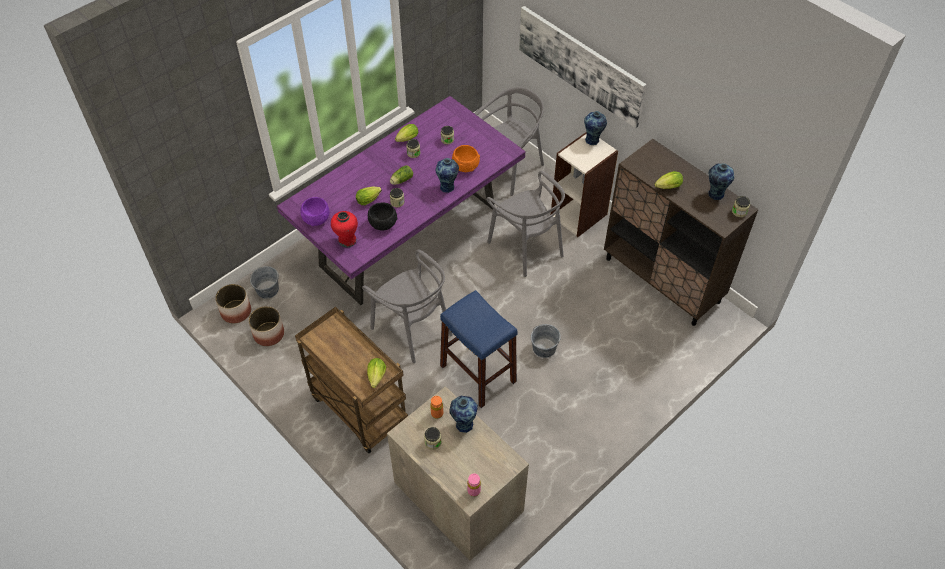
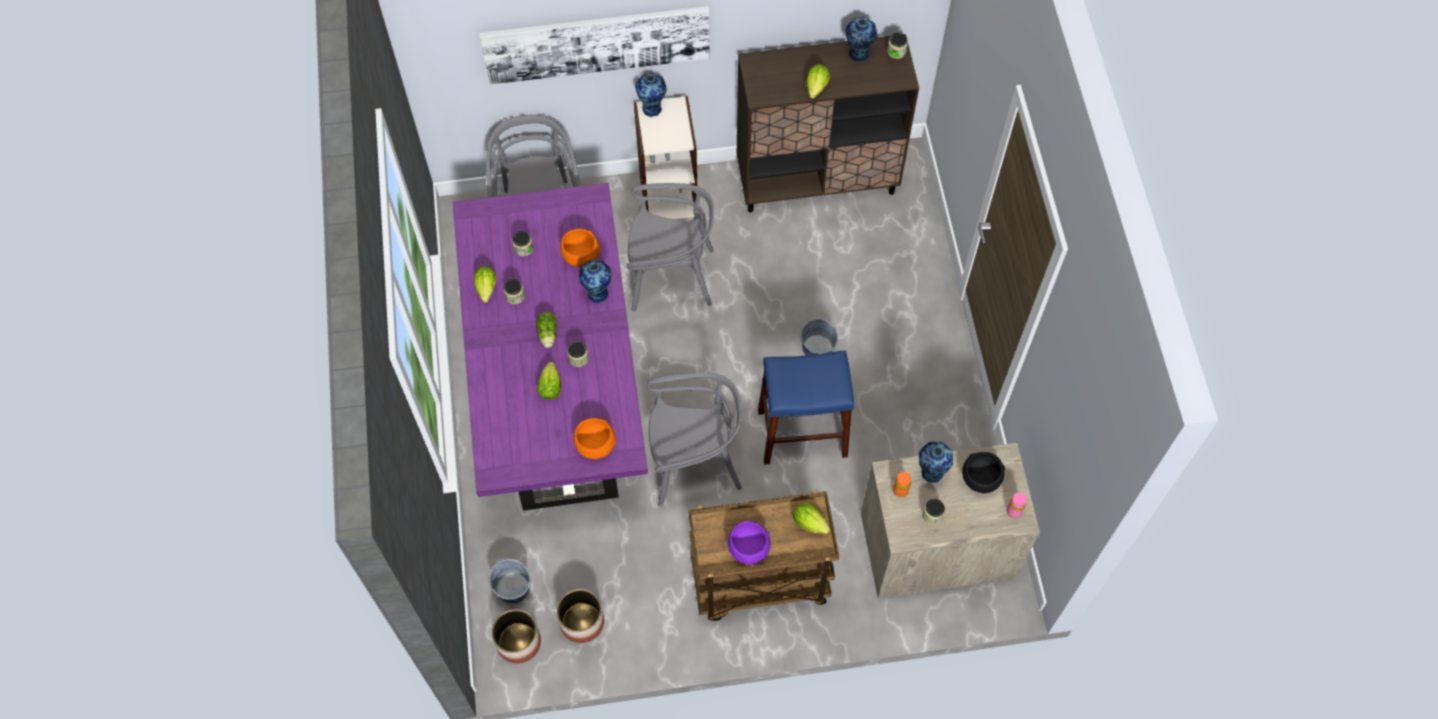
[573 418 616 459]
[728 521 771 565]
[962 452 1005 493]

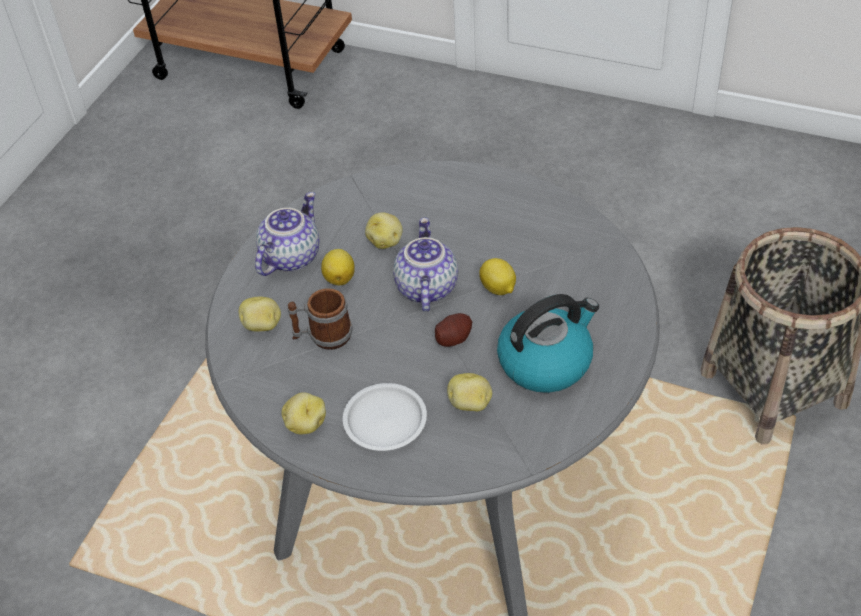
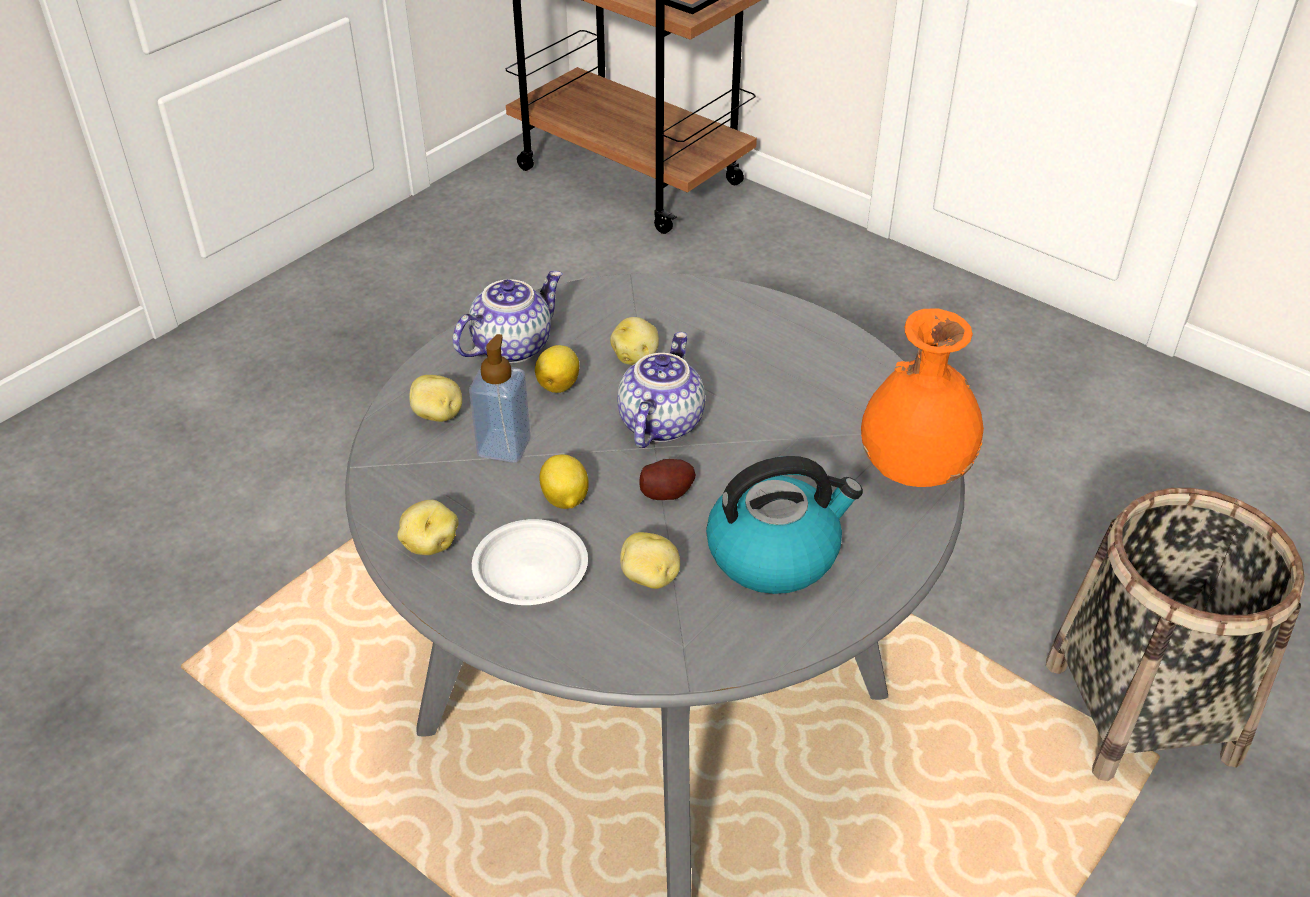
[469 334 531 463]
[539 454 589 509]
[861 309 984 487]

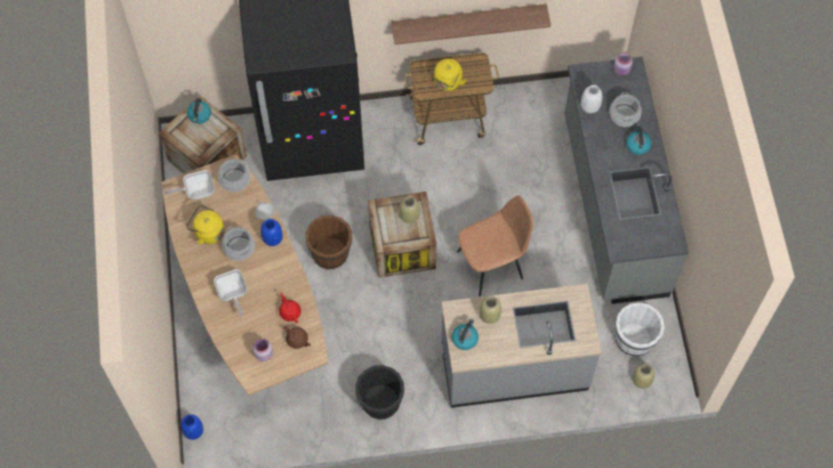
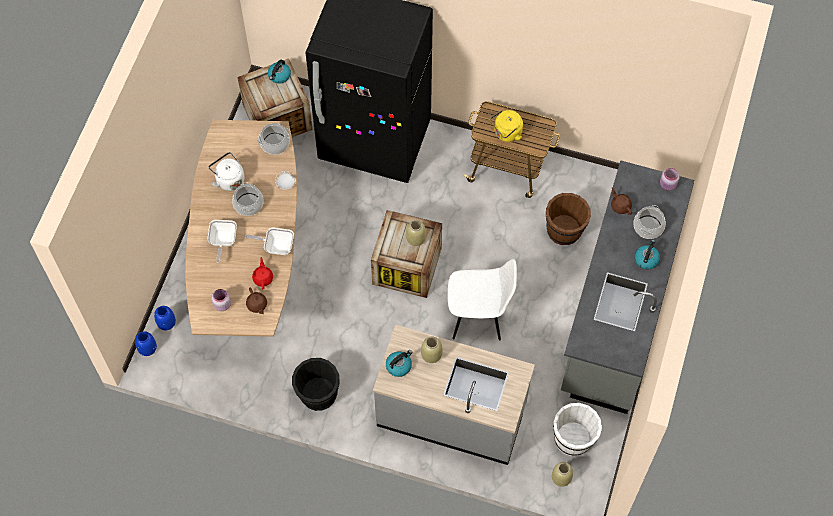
[154 306 176 330]
[209 152 244 191]
[245 228 294 255]
[448 259 517 341]
[546 193 591 245]
[611 188 632 215]
[391 4 551 45] (first image)

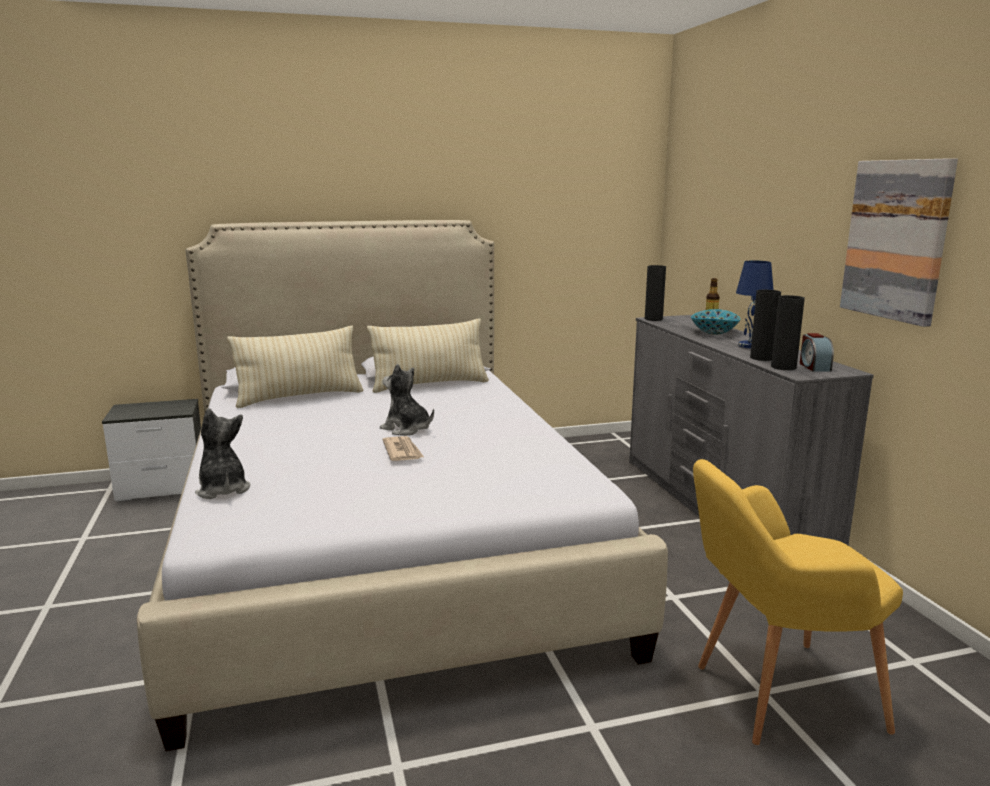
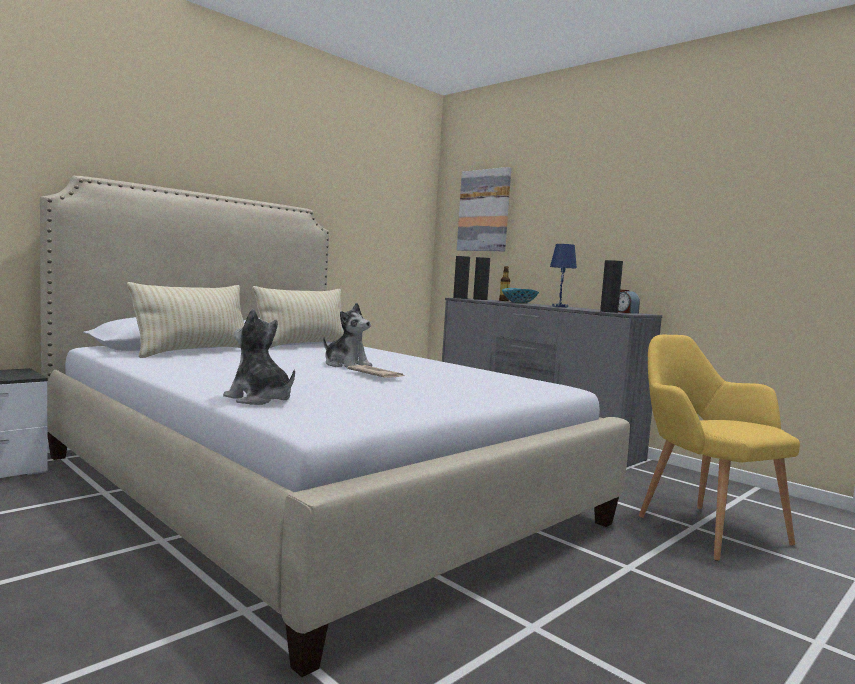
[323 303 372 367]
[457 167 511 251]
[473 257 490 300]
[639 335 800 561]

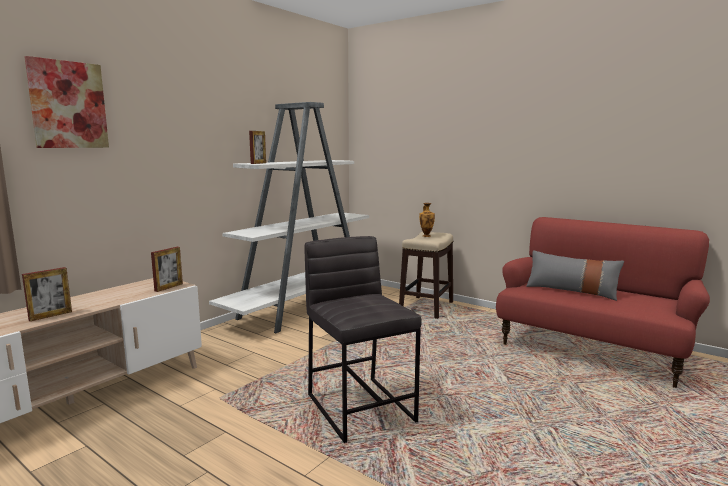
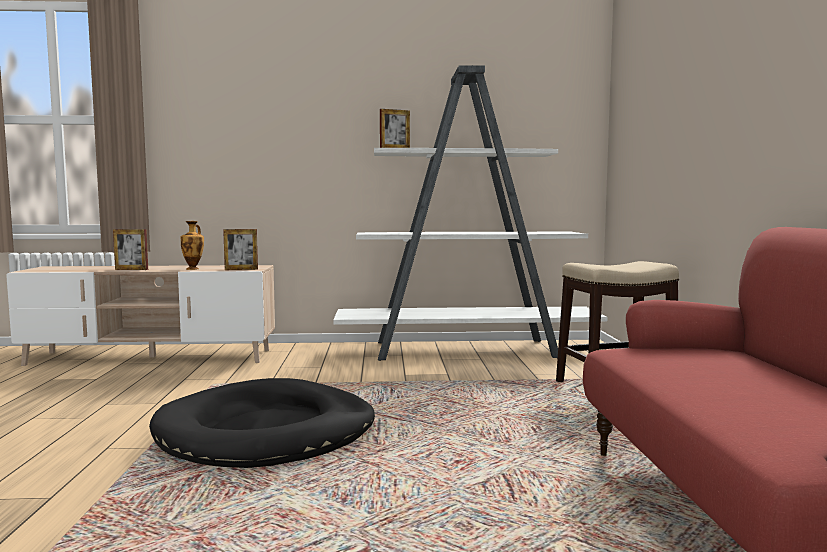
[149 378 375 468]
[181 221 204 270]
[24 56 109 148] (first image)
[526 250 624 301] (first image)

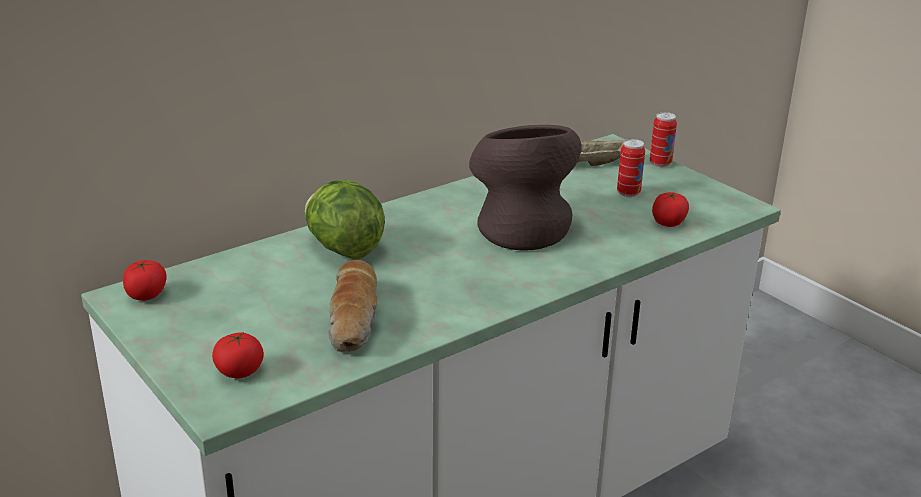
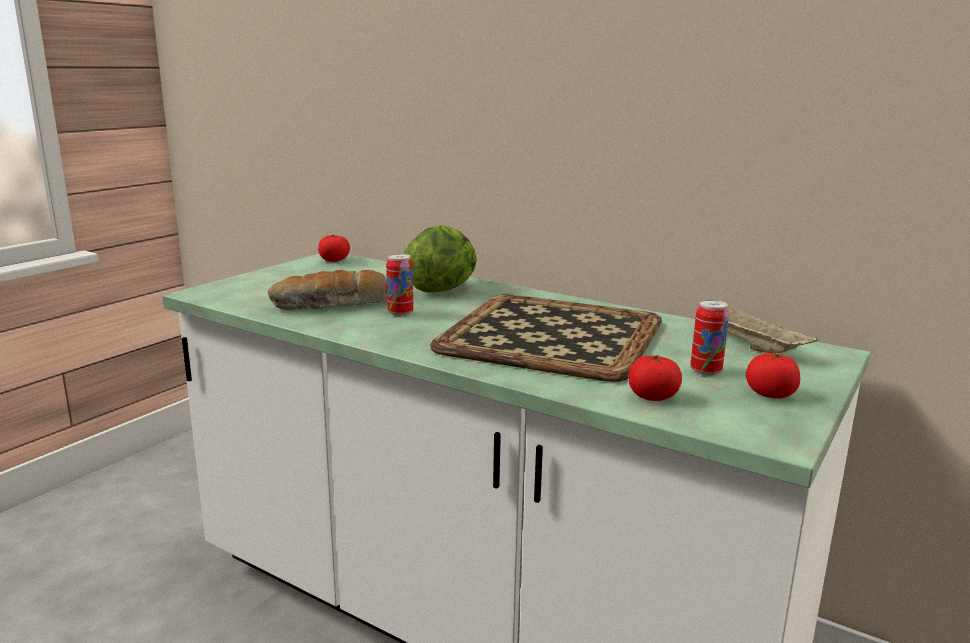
[386 254 413 316]
[430 294 662 382]
[746 353 800 398]

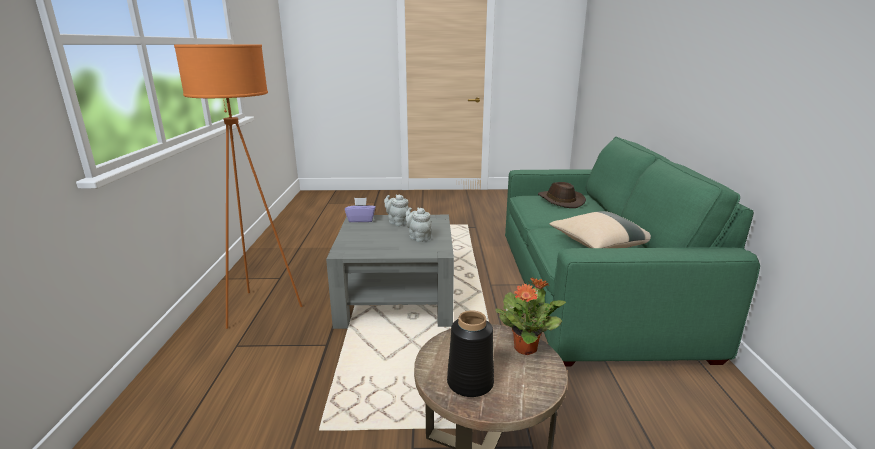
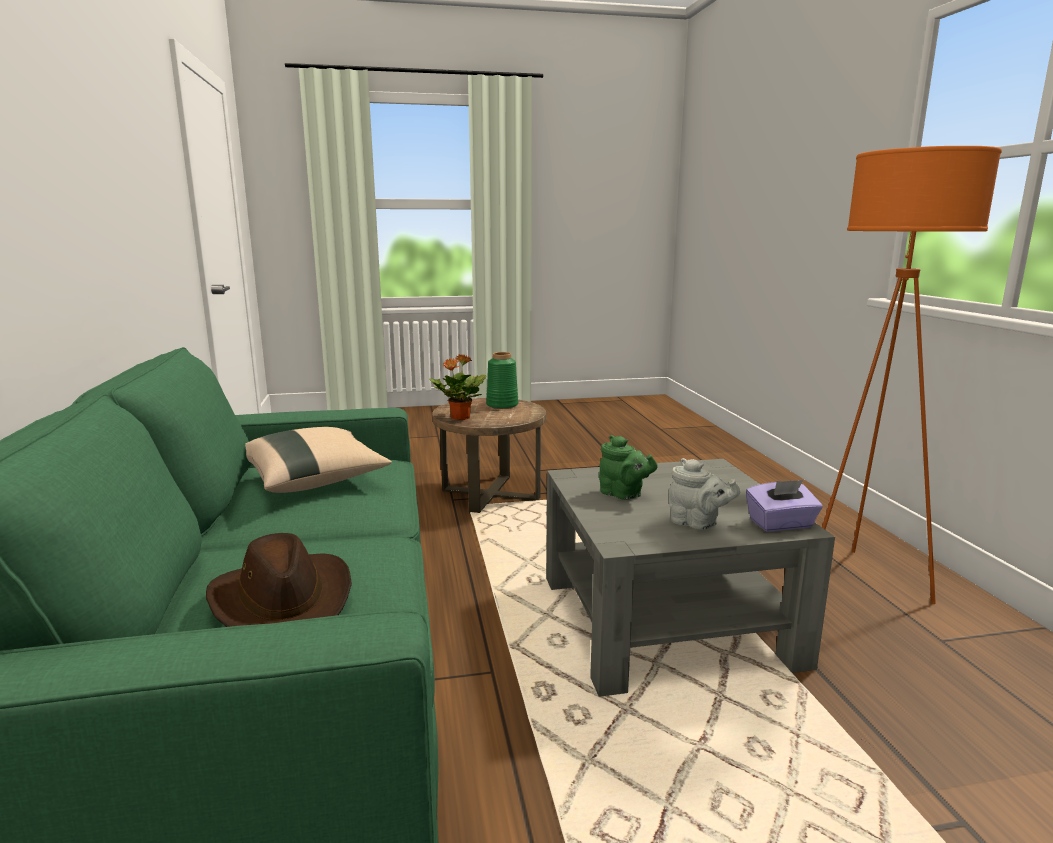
[486 352 518 409]
[599 435 658 500]

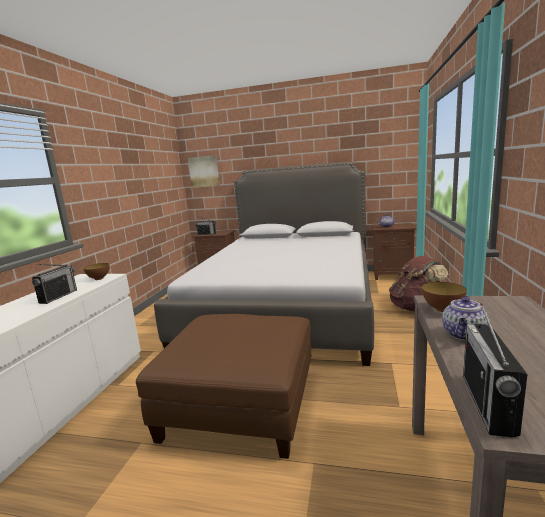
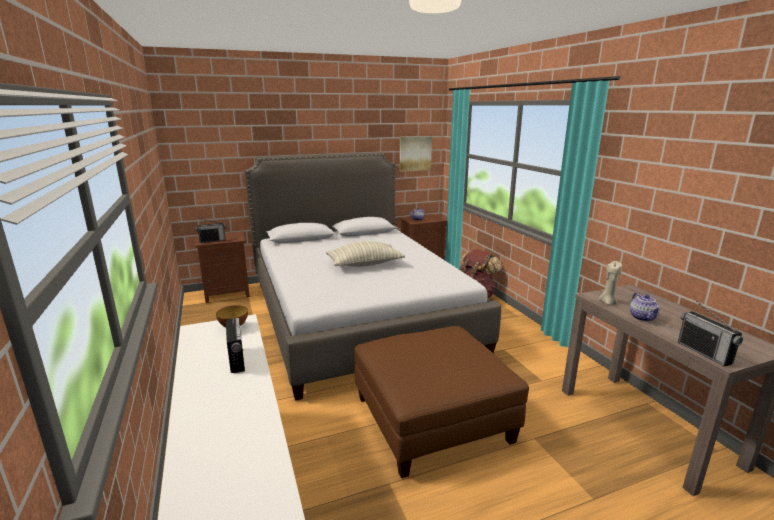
[326 241 405 267]
[400 136 432 172]
[599 261 622 305]

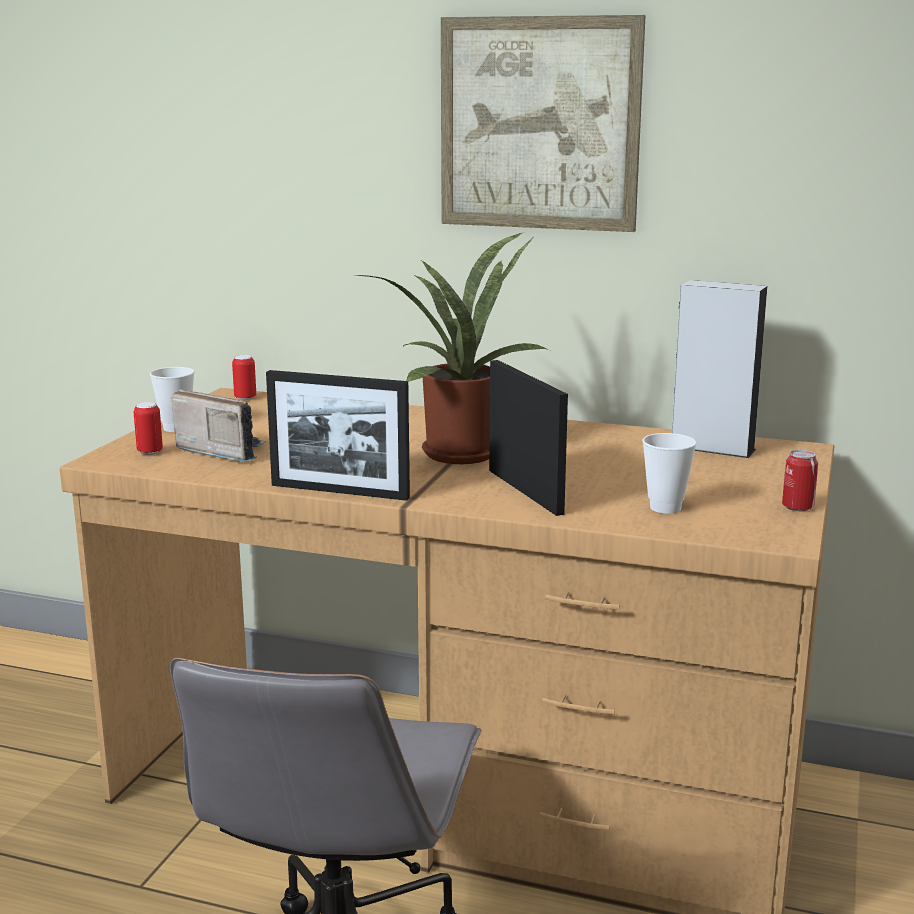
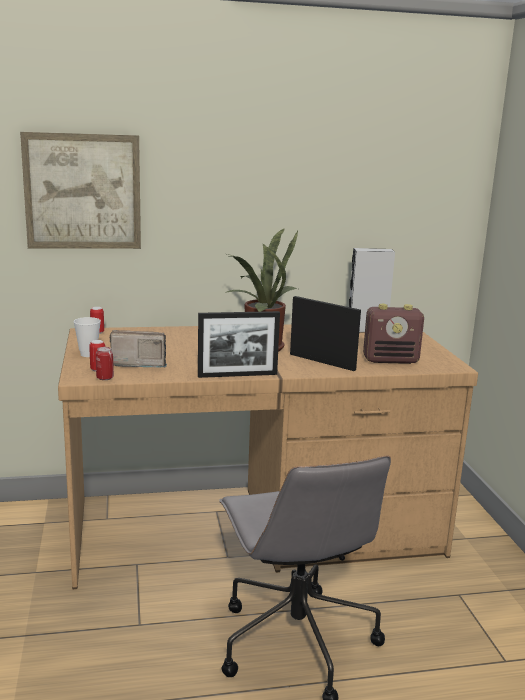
[20 132 141 249]
[96 347 114 380]
[363 304 424 364]

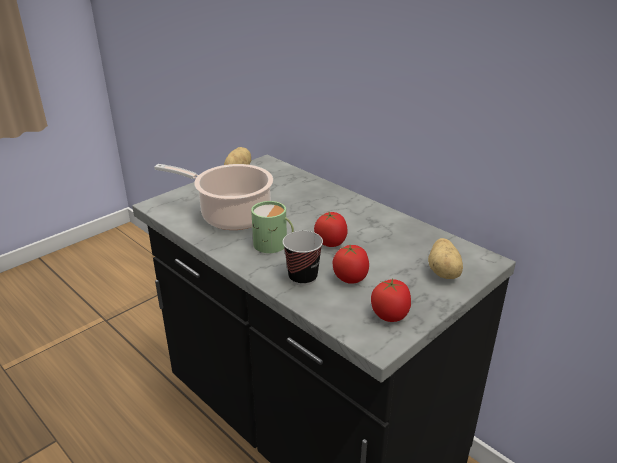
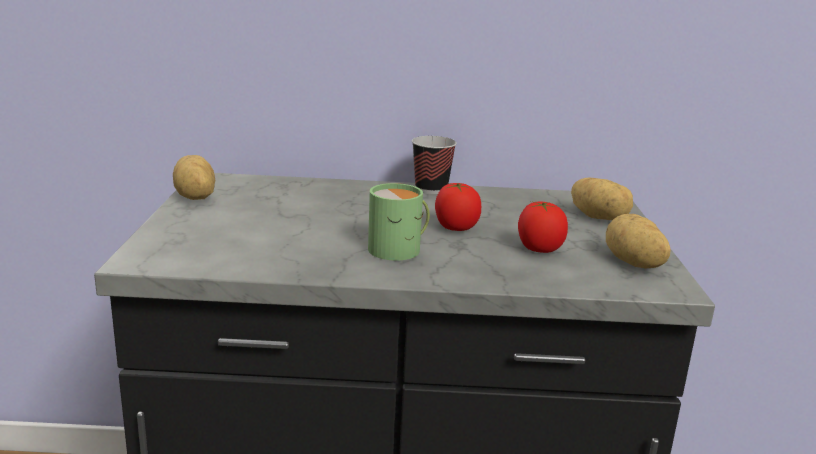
[412 136 457 194]
[606 214 671 269]
[154 164 273 230] (first image)

